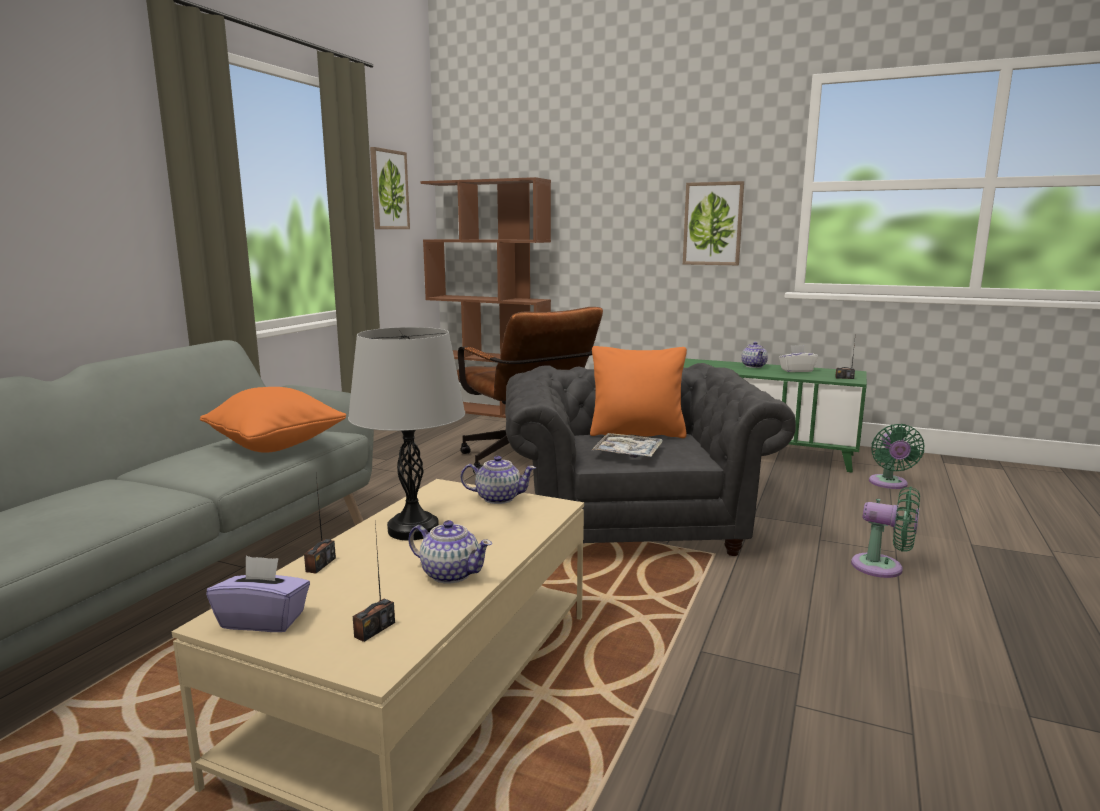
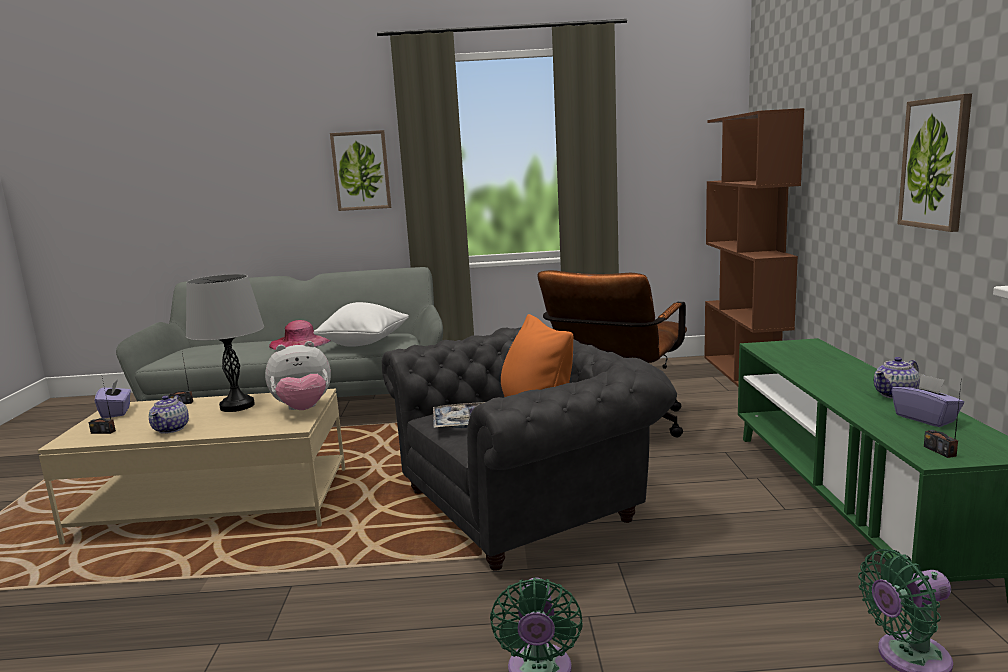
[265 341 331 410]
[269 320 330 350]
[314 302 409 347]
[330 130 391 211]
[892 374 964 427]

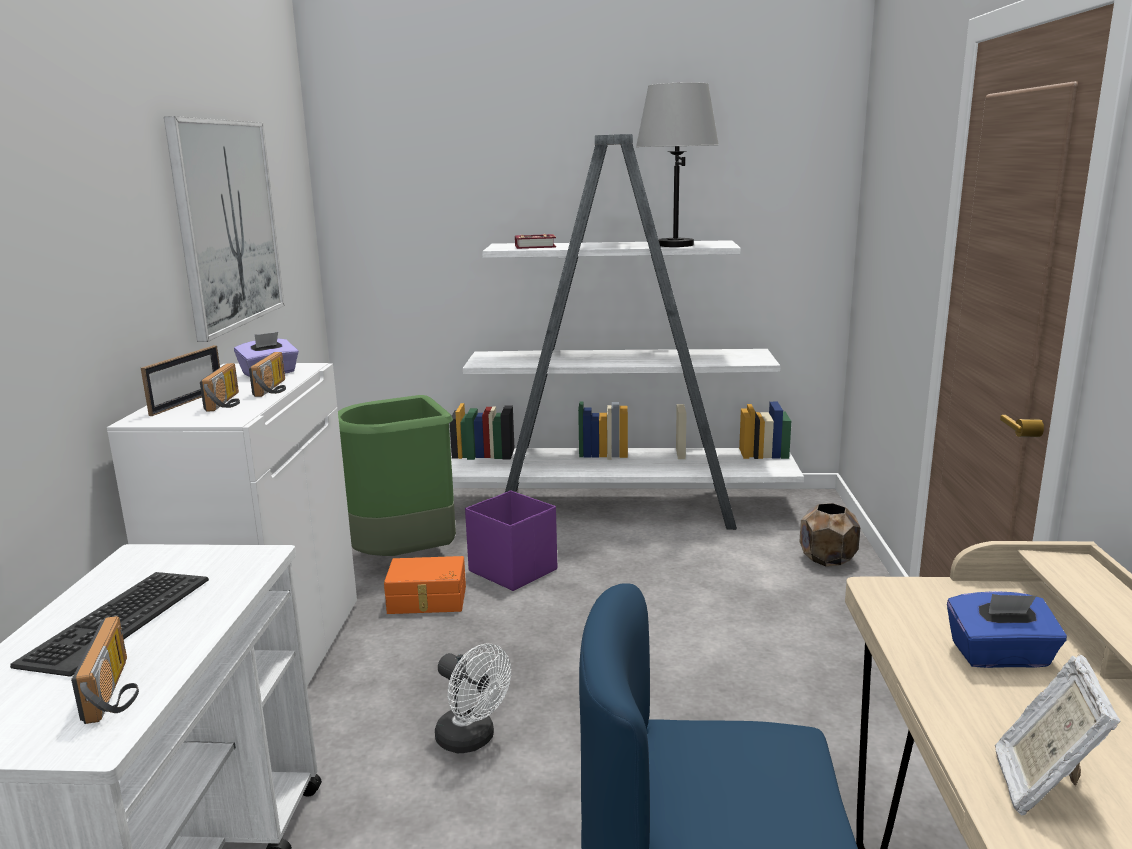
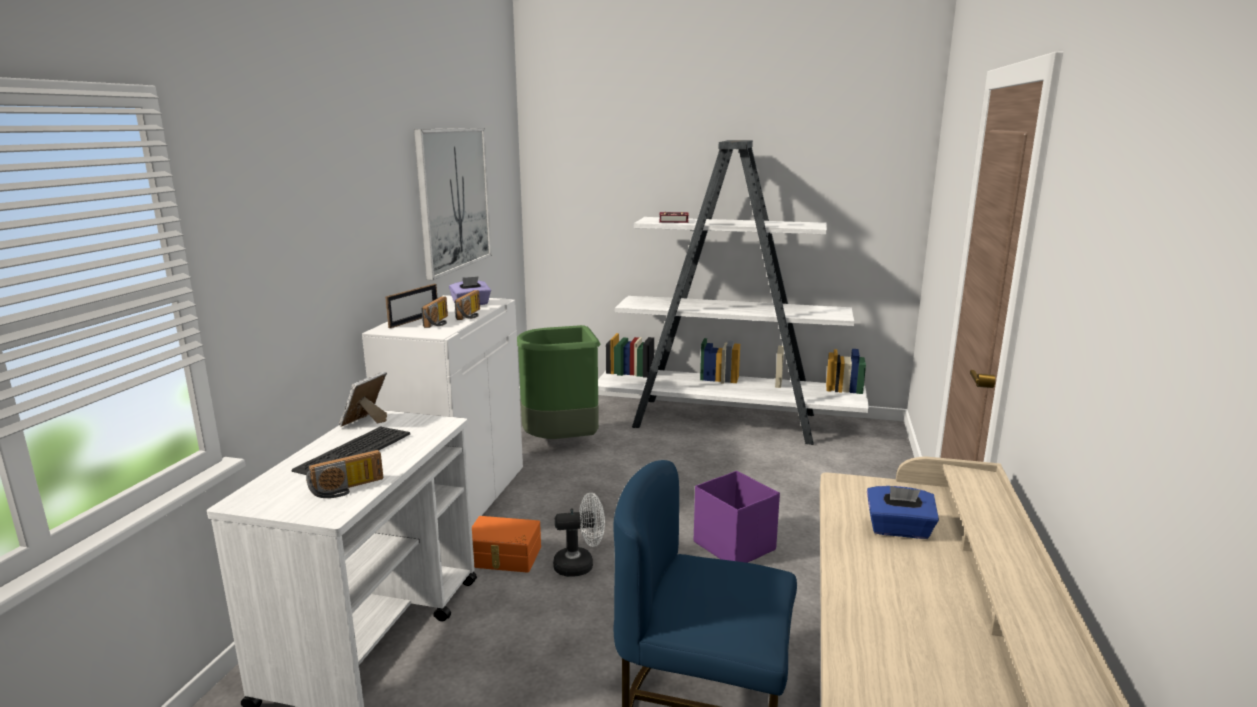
[306 450 383 498]
[339 372 387 427]
[472 516 541 573]
[553 493 605 577]
[694 471 780 563]
[636 82 719 247] (first image)
[800 503 860 567] (first image)

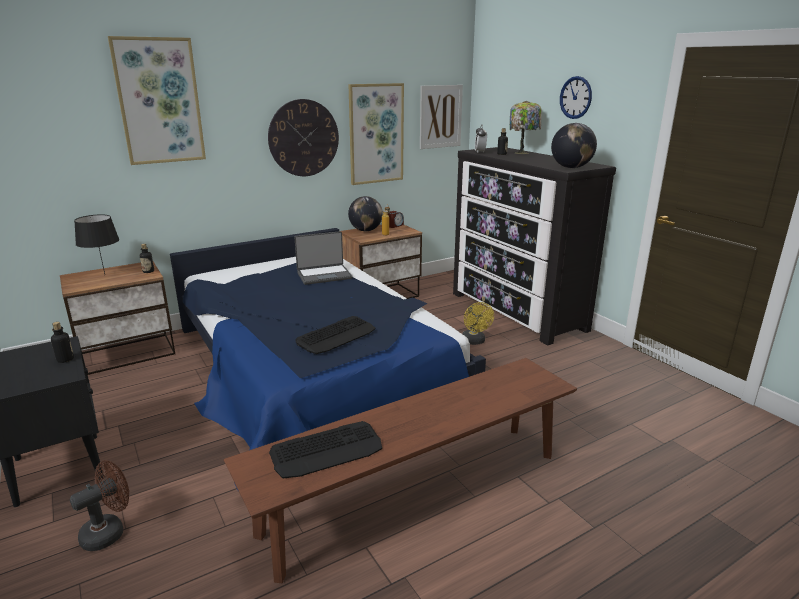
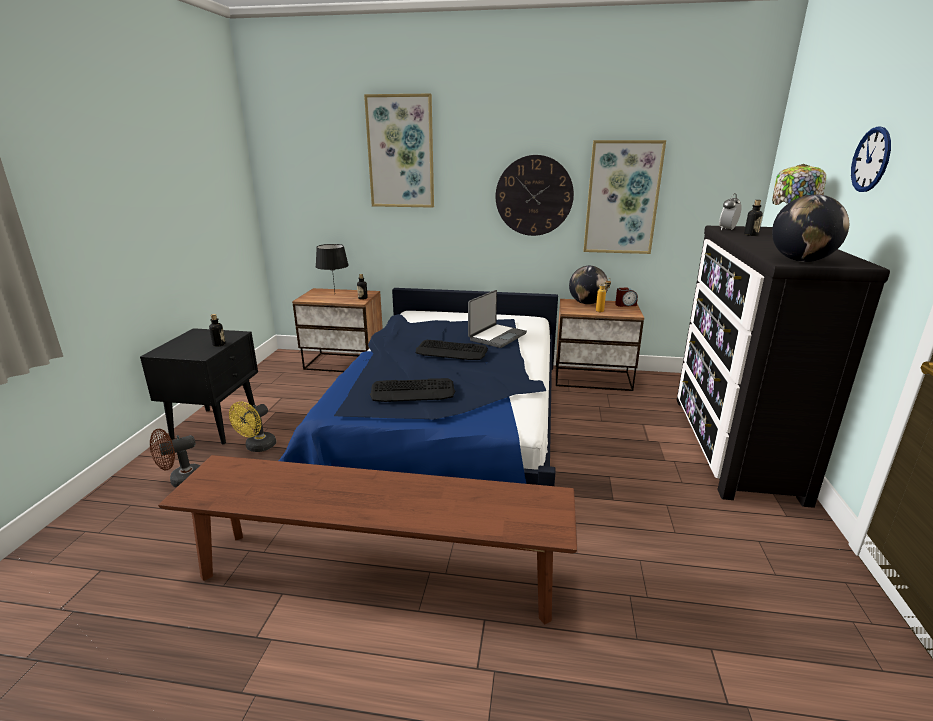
[150 429 200 487]
[229 401 276 452]
[416 340 488 360]
[468 290 527 348]
[420 85 463 149] (first image)

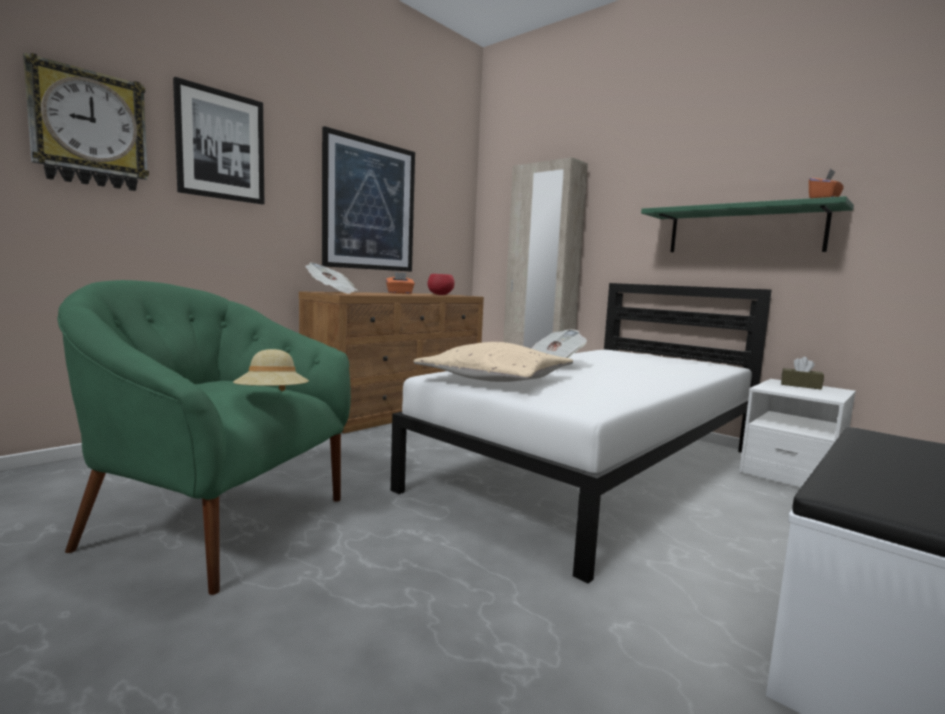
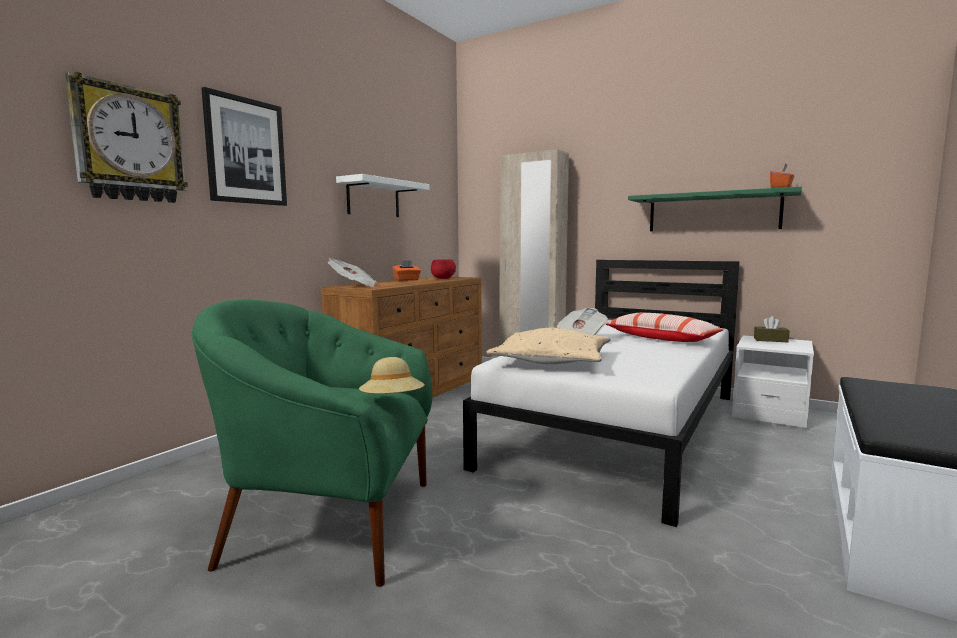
[336 174 430 217]
[606 313 724 342]

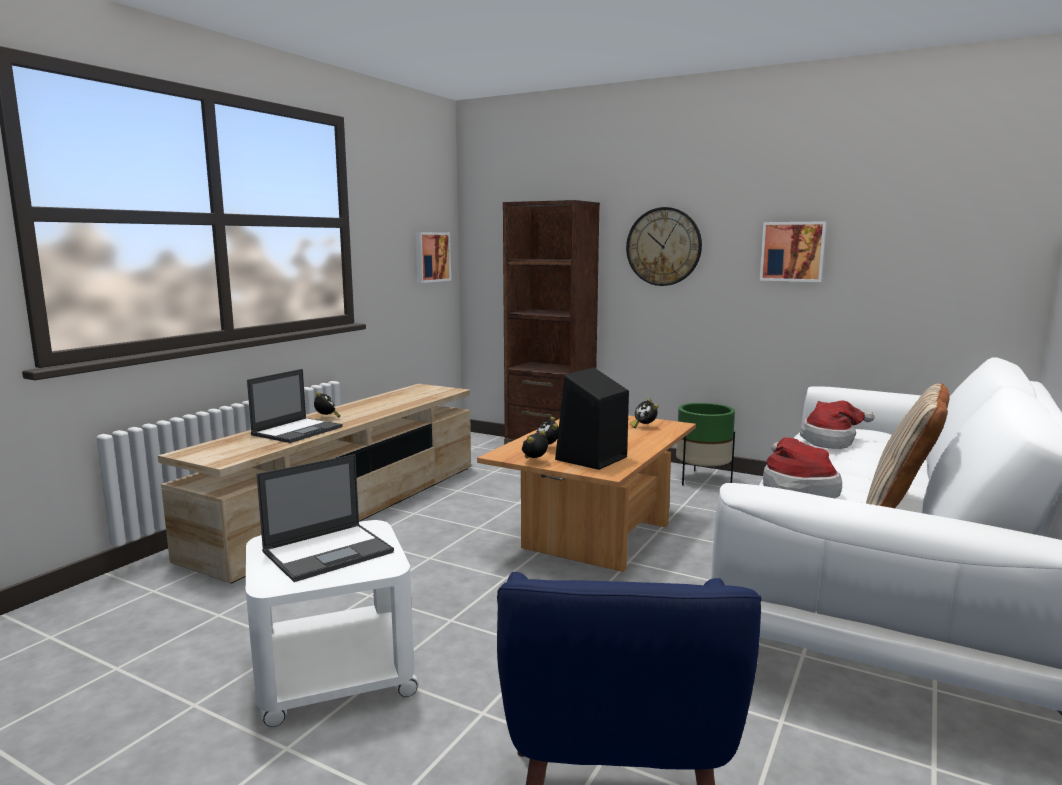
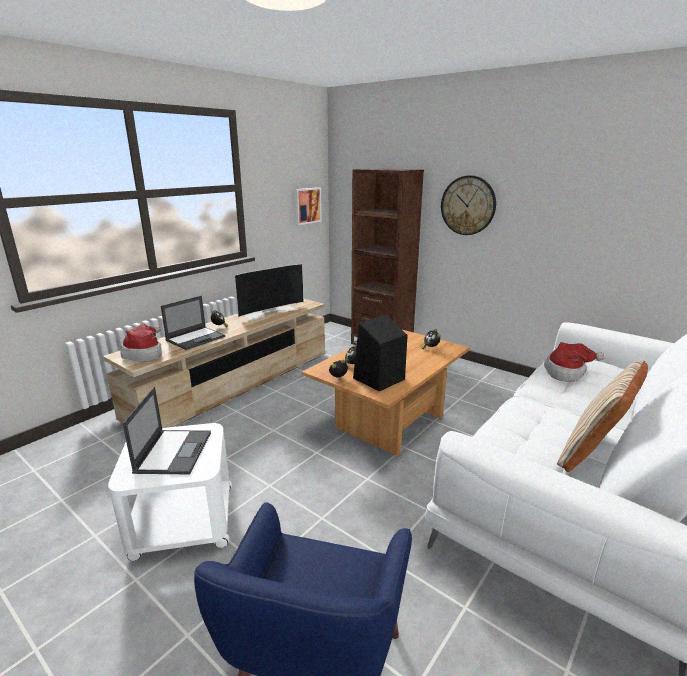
[120 324 162 362]
[122 387 211 474]
[234 264 304 320]
[676 403 735 485] (first image)
[760 221 827 282] (first image)

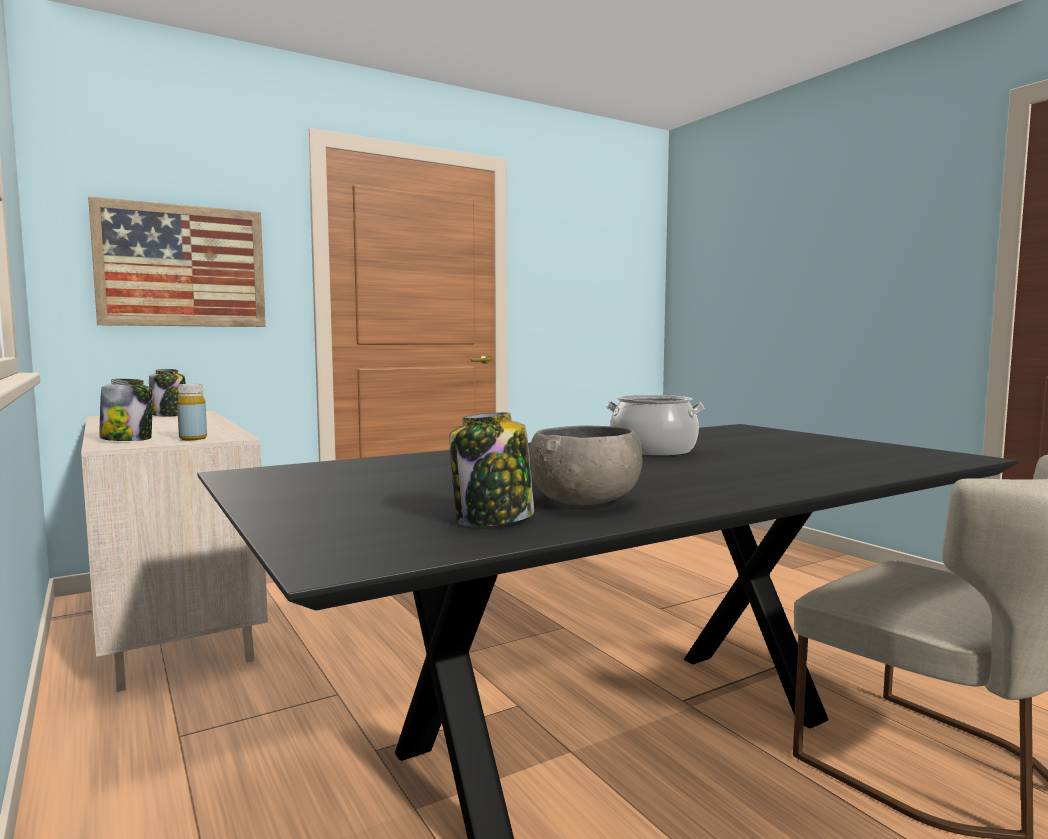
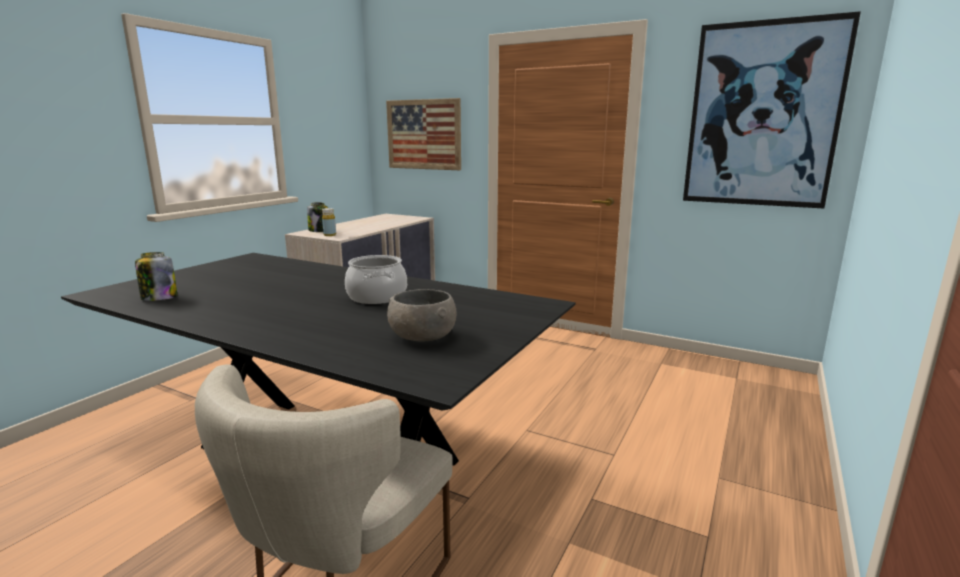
[387 289 456 341]
[683 11 861 208]
[149 369 186 417] (first image)

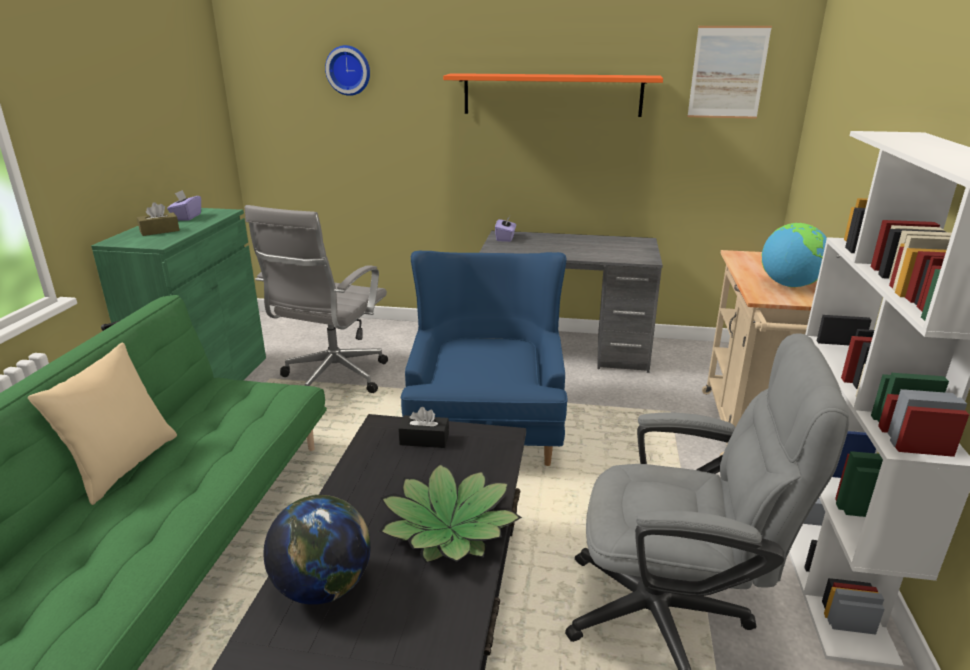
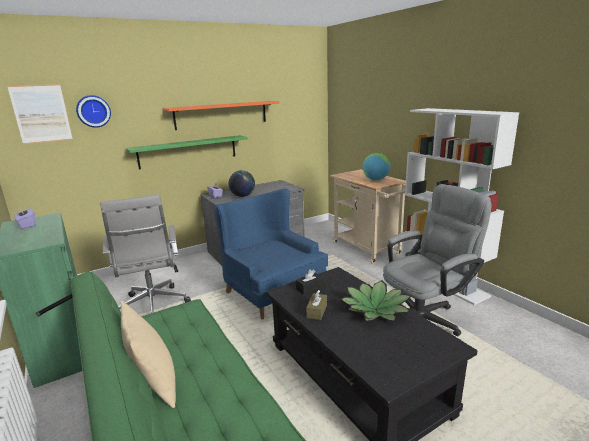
[7 84 73 144]
[126 135 248 170]
[229 170 255 197]
[306 290 327 320]

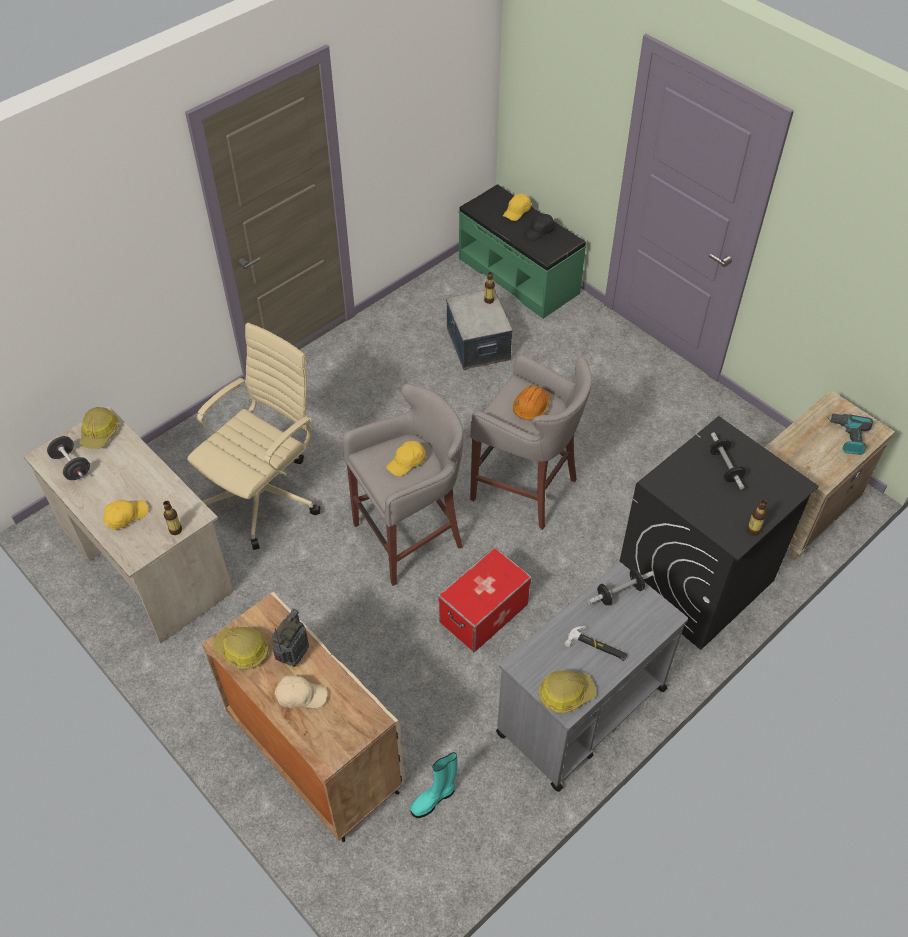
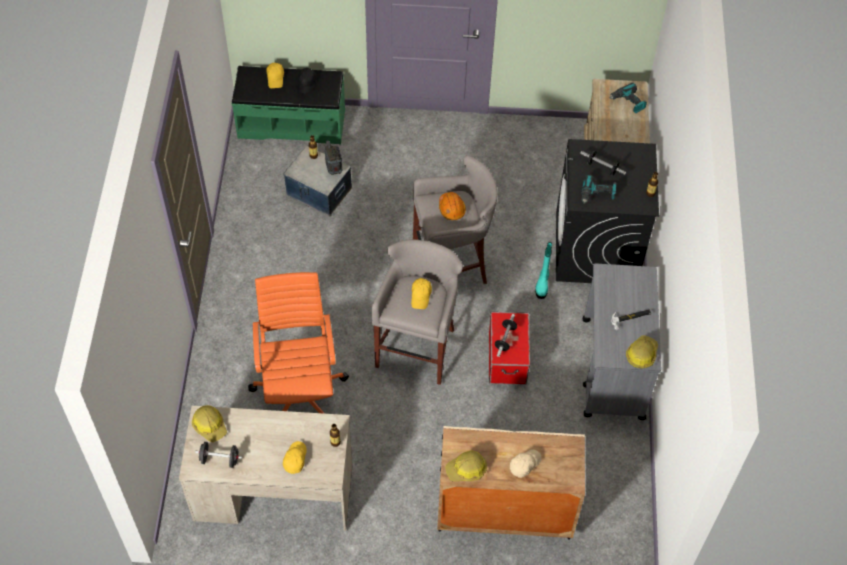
[248 272 349 414]
[325 141 343 175]
[495 314 517 357]
[535 242 552 299]
[581 175 616 204]

